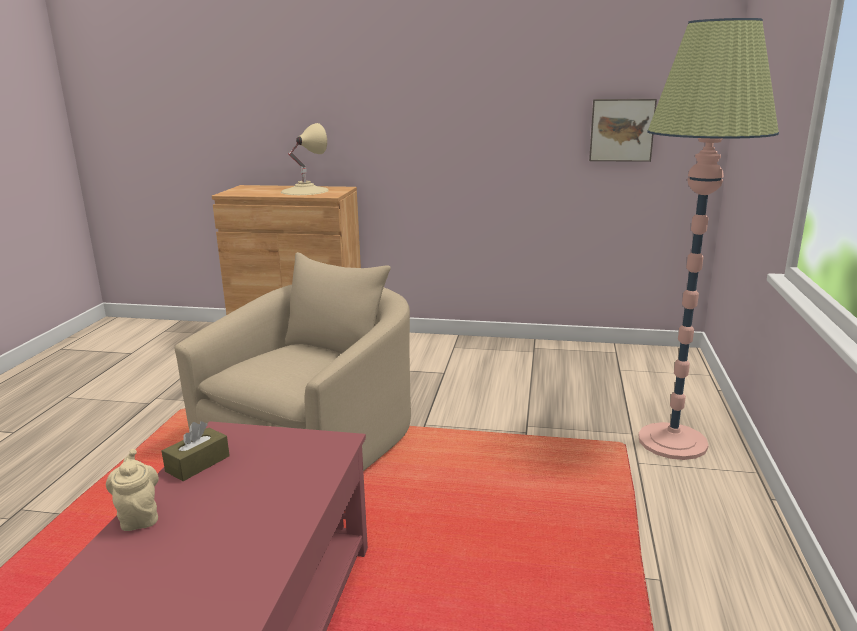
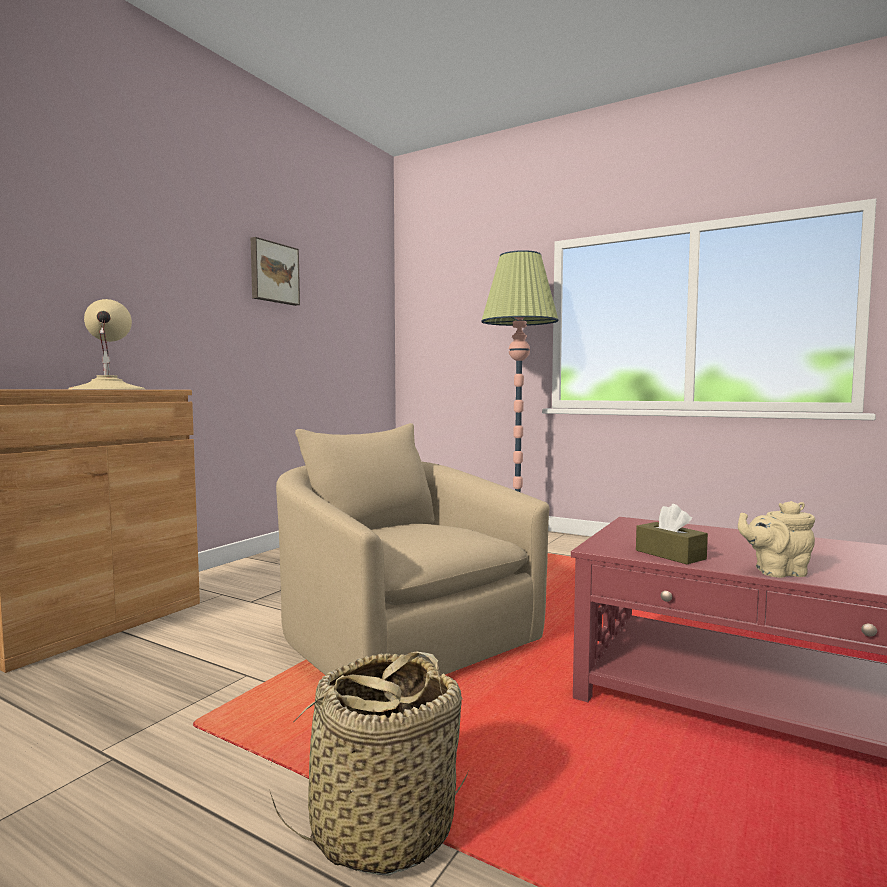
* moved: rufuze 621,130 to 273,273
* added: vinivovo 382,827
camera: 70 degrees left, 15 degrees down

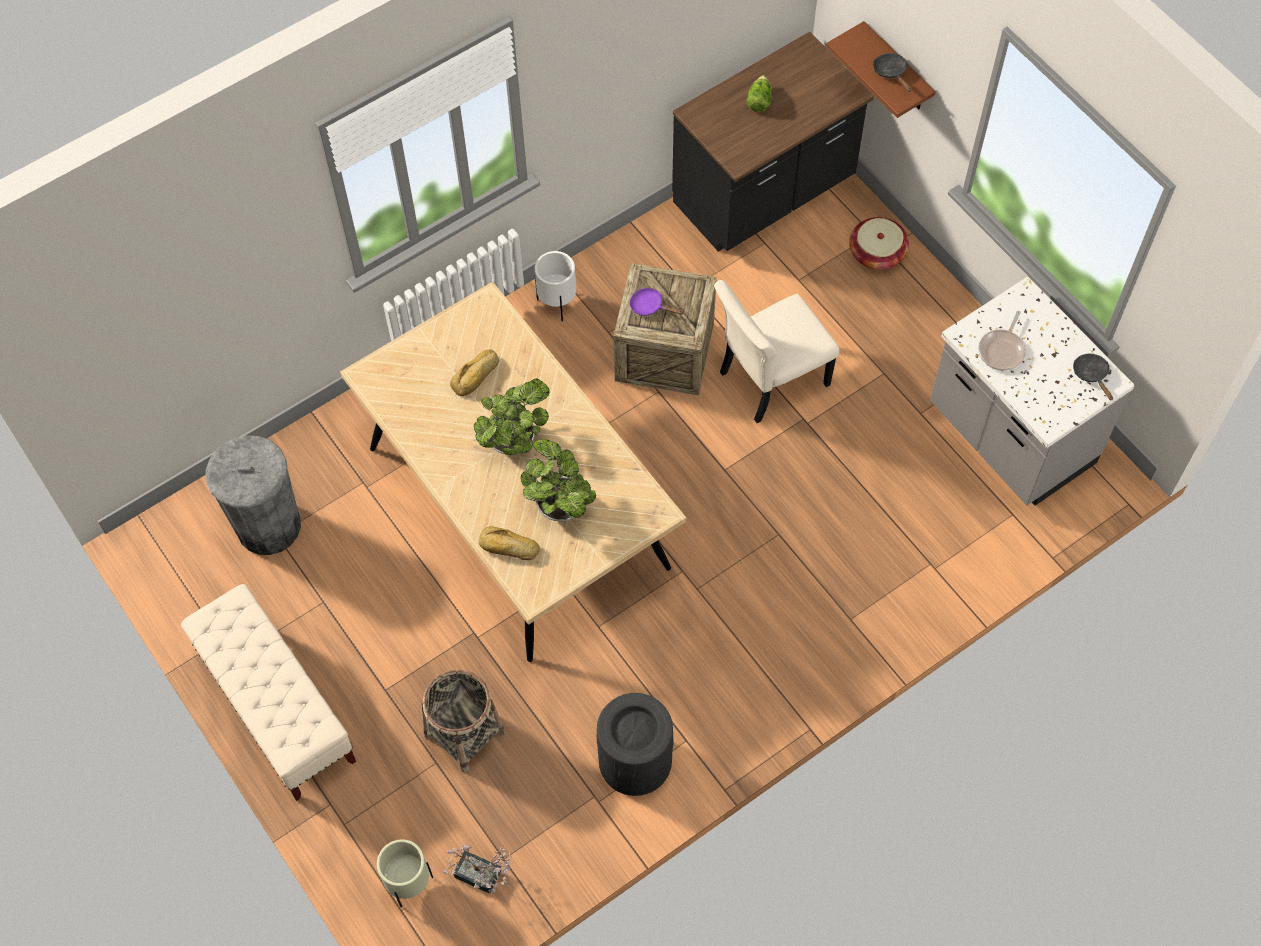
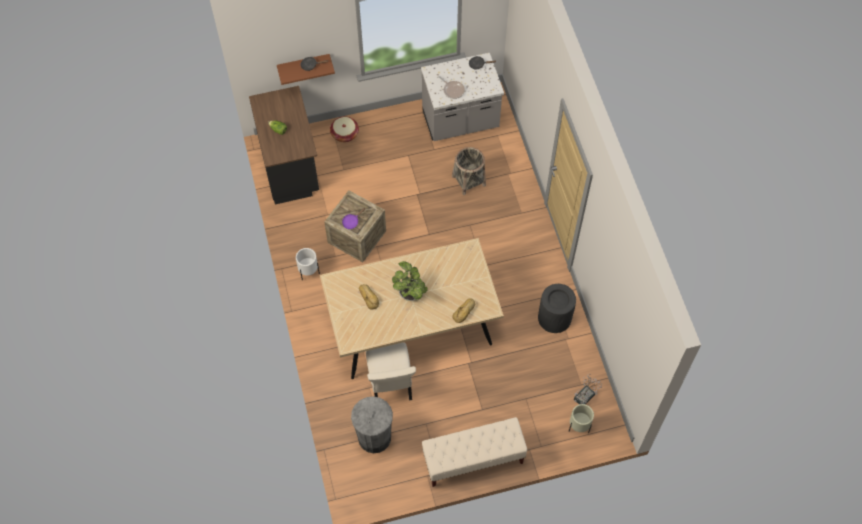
* moved: vinivovo 465,734 to 469,180
* removed: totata 559,504
* moved: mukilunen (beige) 770,380 to 390,384
camera: 70 degrees left, 0 degrees up

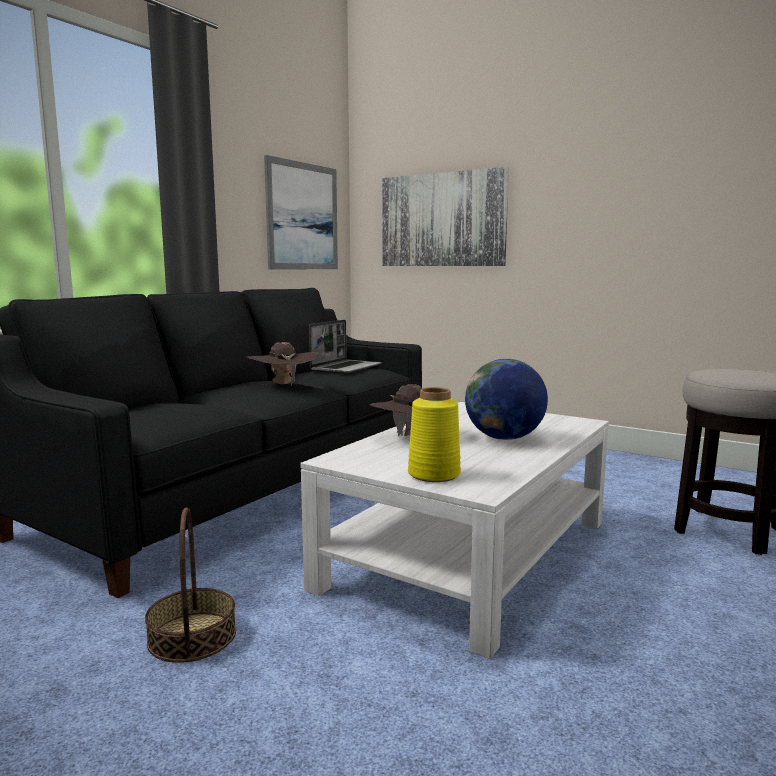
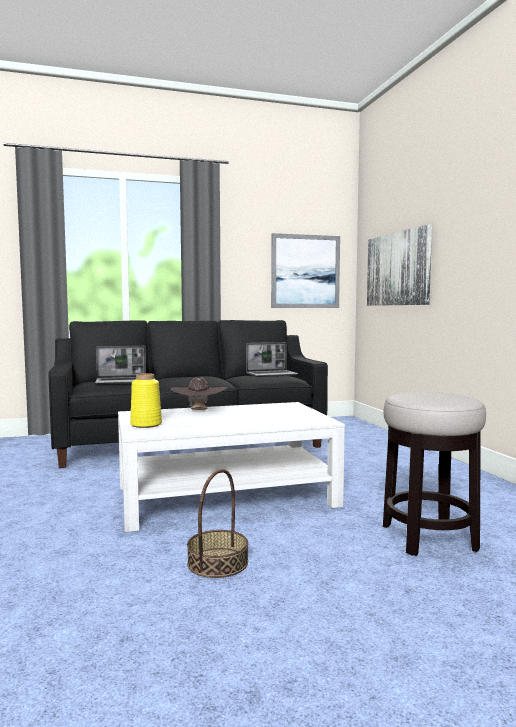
* moved: vinivovo 192,636 to 218,563
* removed: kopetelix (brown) 283,384
* removed: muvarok 504,438
* added: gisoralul 122,381
camera: 40 degrees right, 5 degrees down

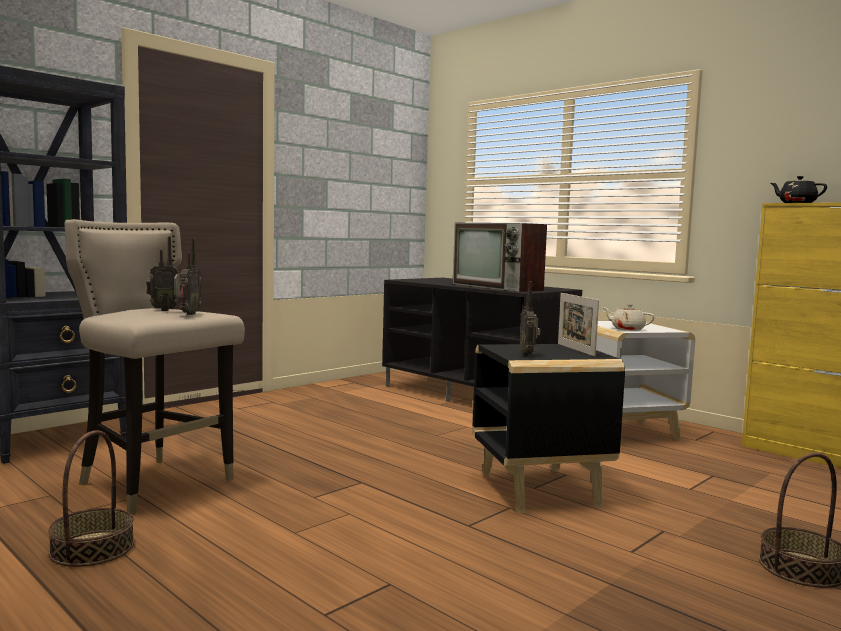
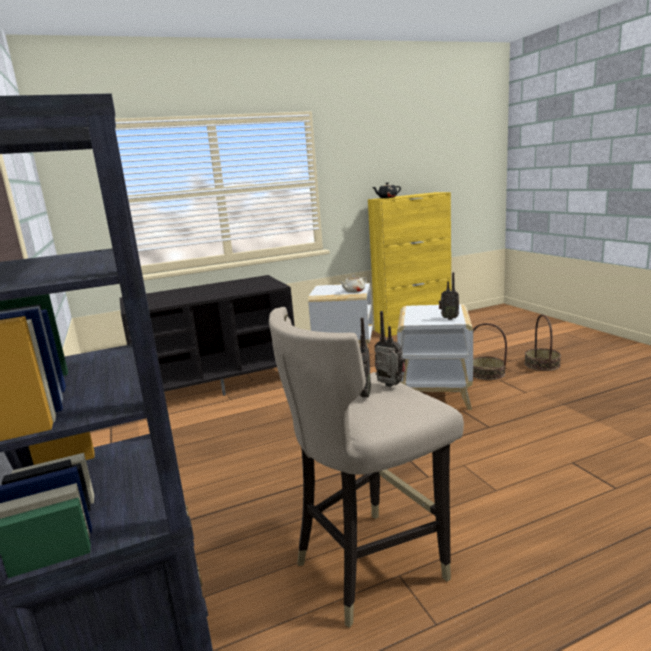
* moved: vinivovo 92,548 to 487,373
* removed: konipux 498,287
* recoloured: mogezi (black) 540,490 to mogezi (white) 436,397
* removed: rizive 575,349
camera: 65 degrees left, 10 degrees up

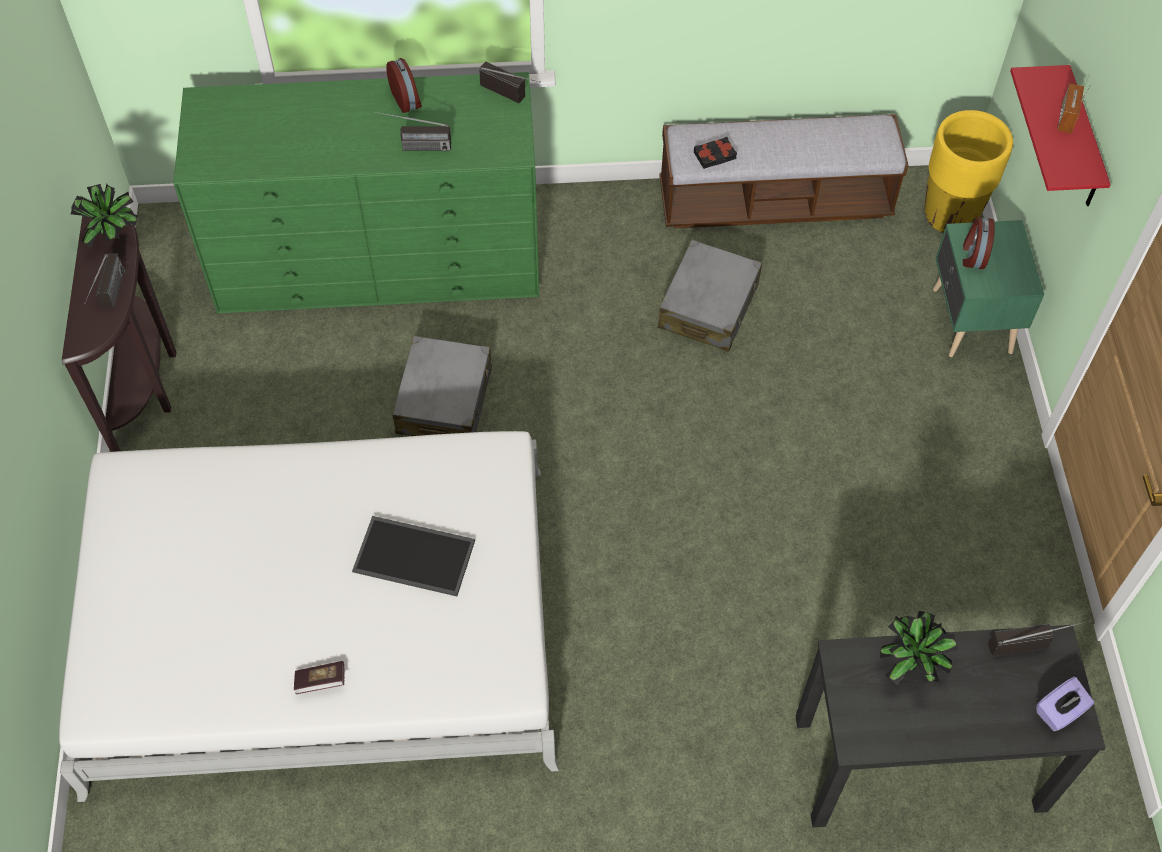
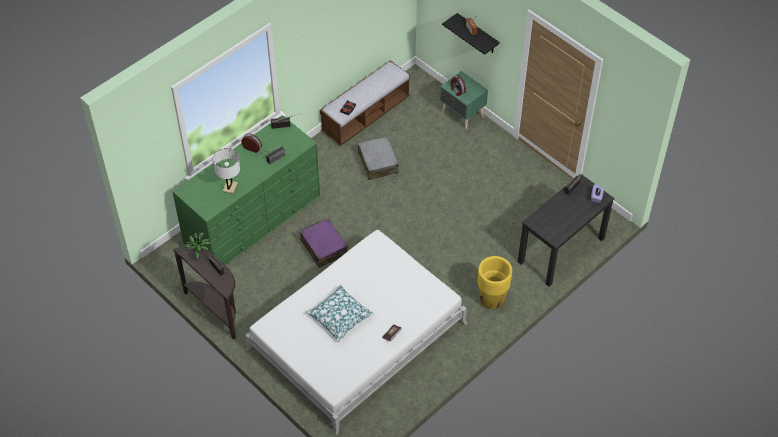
* removed: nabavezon 416,555
* recoloured: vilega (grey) 445,401 to vilega (purple) 324,247
* removed: totata 910,665
* moved: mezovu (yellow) 949,216 to 491,300
* recoloured: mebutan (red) 1082,142 to mebutan (black) 477,34
* added: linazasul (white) 230,187
* added: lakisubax 339,317
camera: 40 degrees left, 5 degrees down

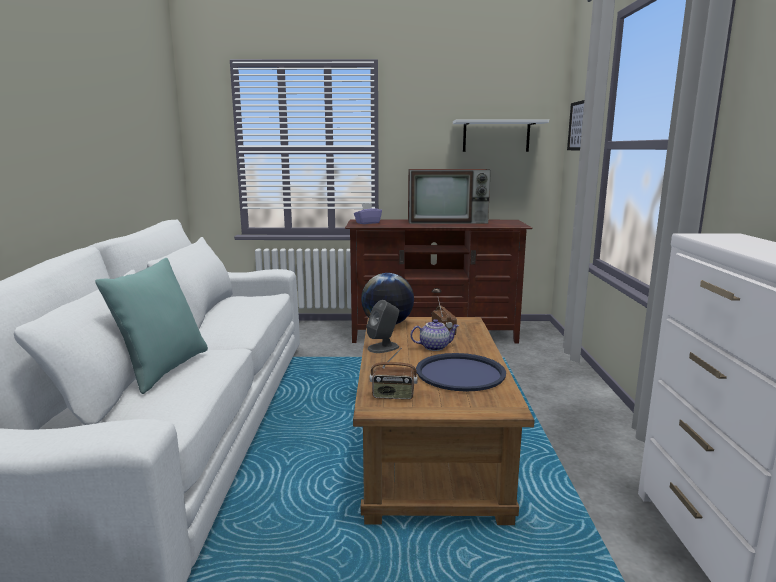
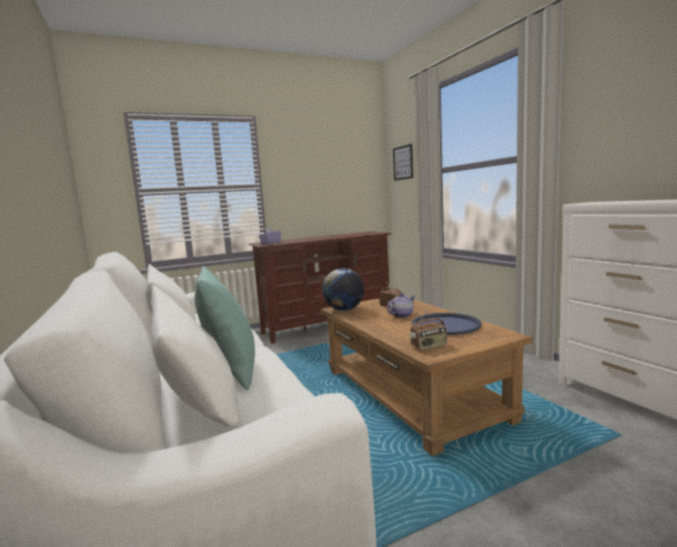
* removed: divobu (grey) 383,347
* removed: konipux 448,221
* removed: mebutan (white) 496,136
camera: 25 degrees left, 5 degrees down

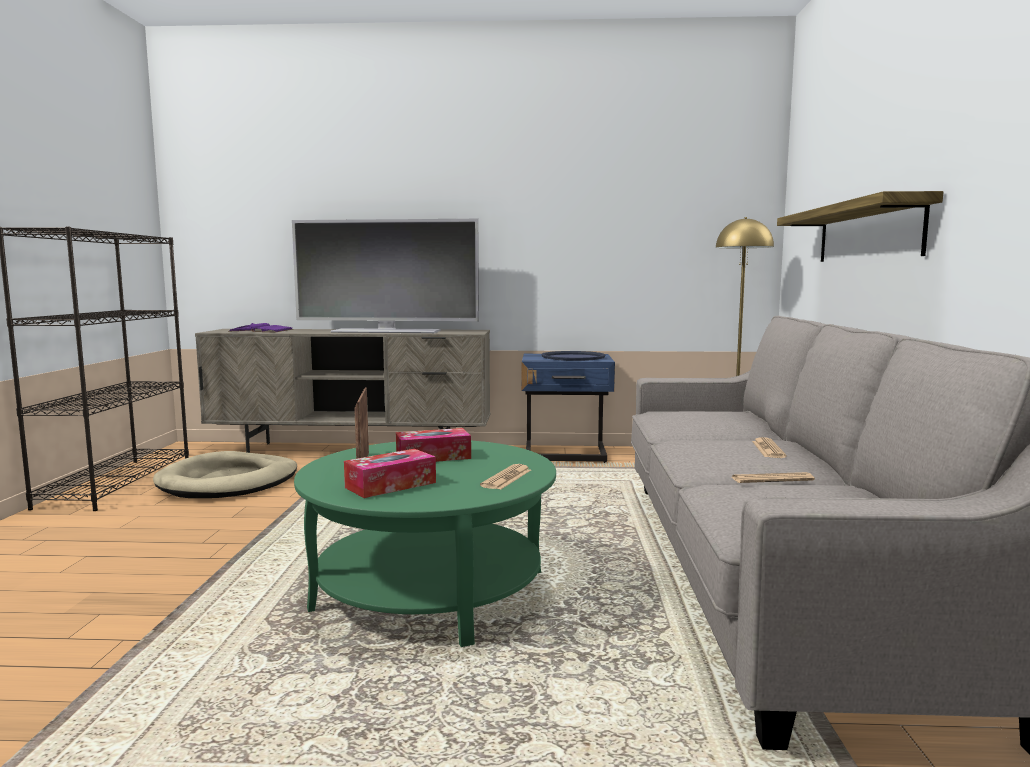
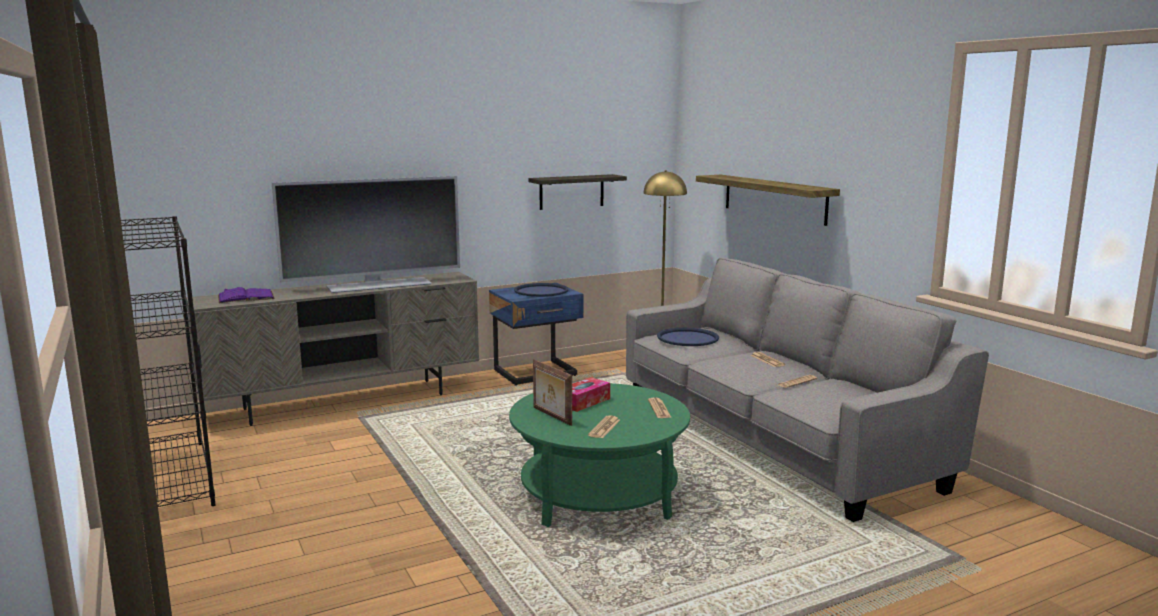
* removed: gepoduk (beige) 229,482
* replaced: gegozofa 391,485 to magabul 604,428
* added: mebutan 571,192
* added: nabavezon (blue) 687,338
camera: 30 degrees left, 5 degrees up

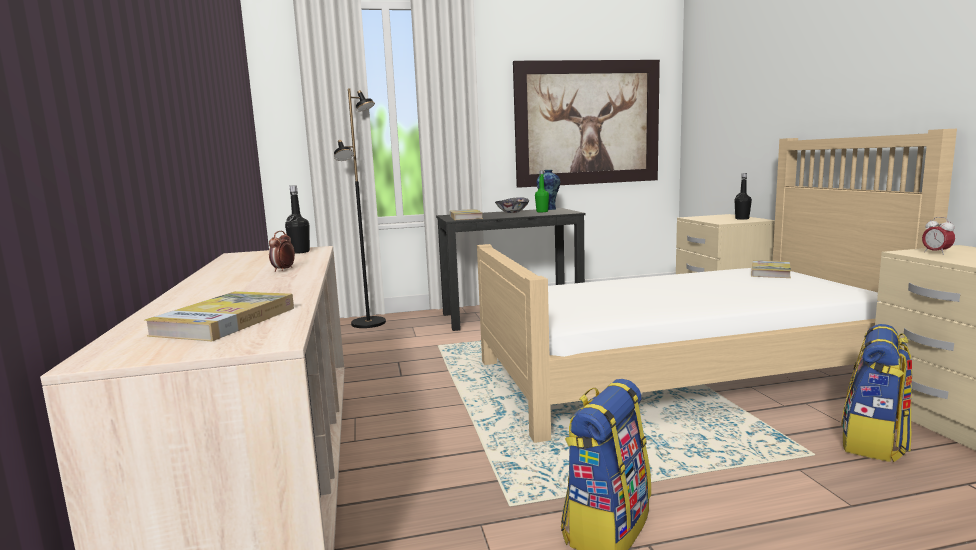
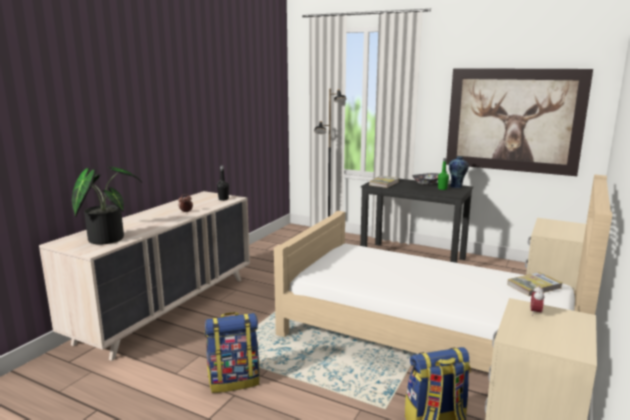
* replaced: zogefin 226,321 to totata 106,238
* removed: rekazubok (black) 742,219
camera: 40 degrees right, 5 degrees up

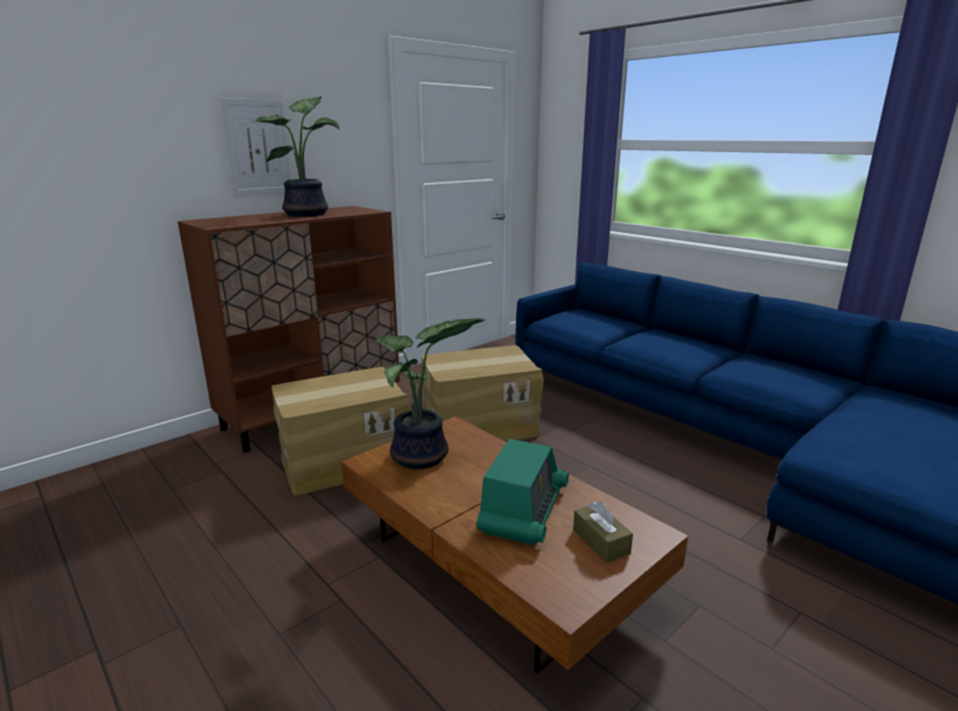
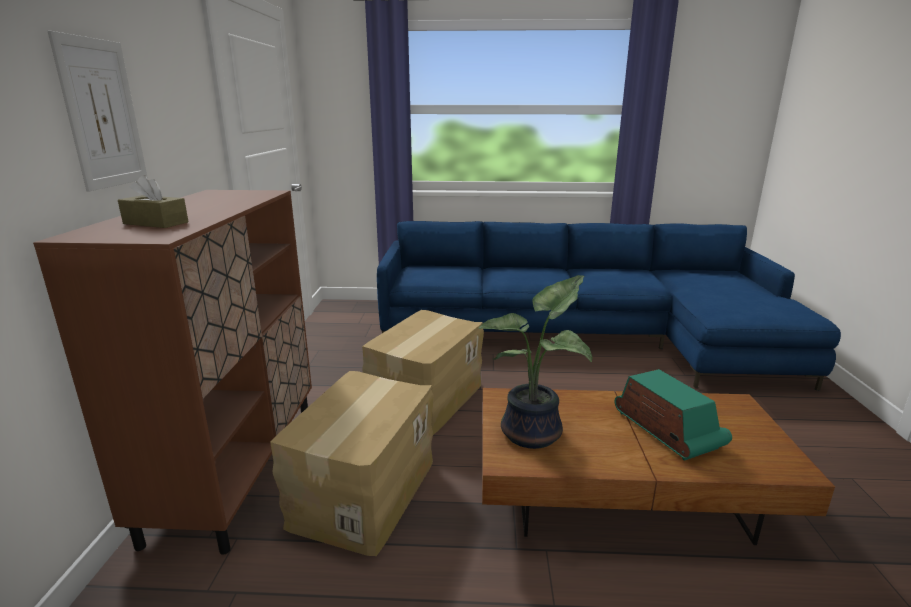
* removed: totata 309,214
* moved: gegozofa (brown) 601,542 to 156,223
camera: 45 degrees left, 0 degrees up

